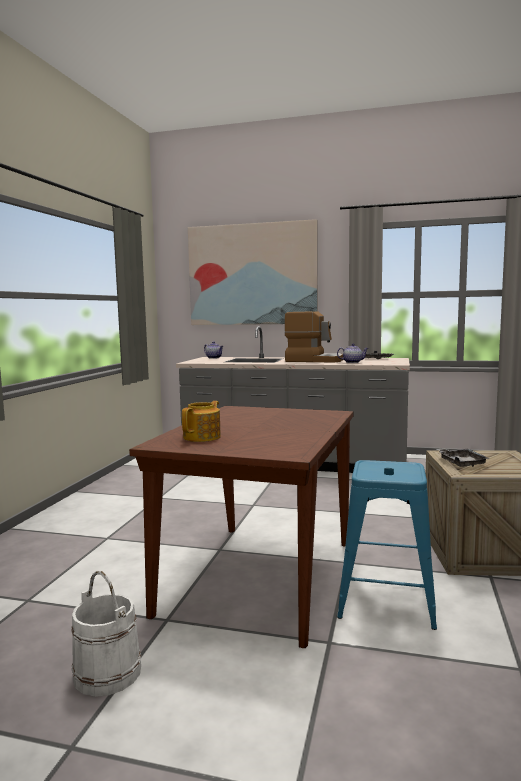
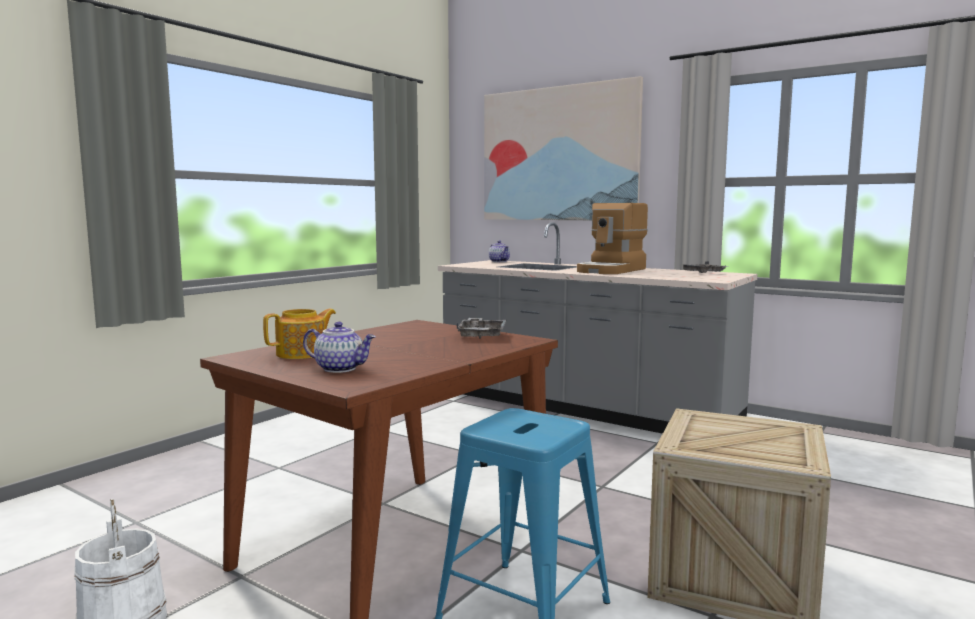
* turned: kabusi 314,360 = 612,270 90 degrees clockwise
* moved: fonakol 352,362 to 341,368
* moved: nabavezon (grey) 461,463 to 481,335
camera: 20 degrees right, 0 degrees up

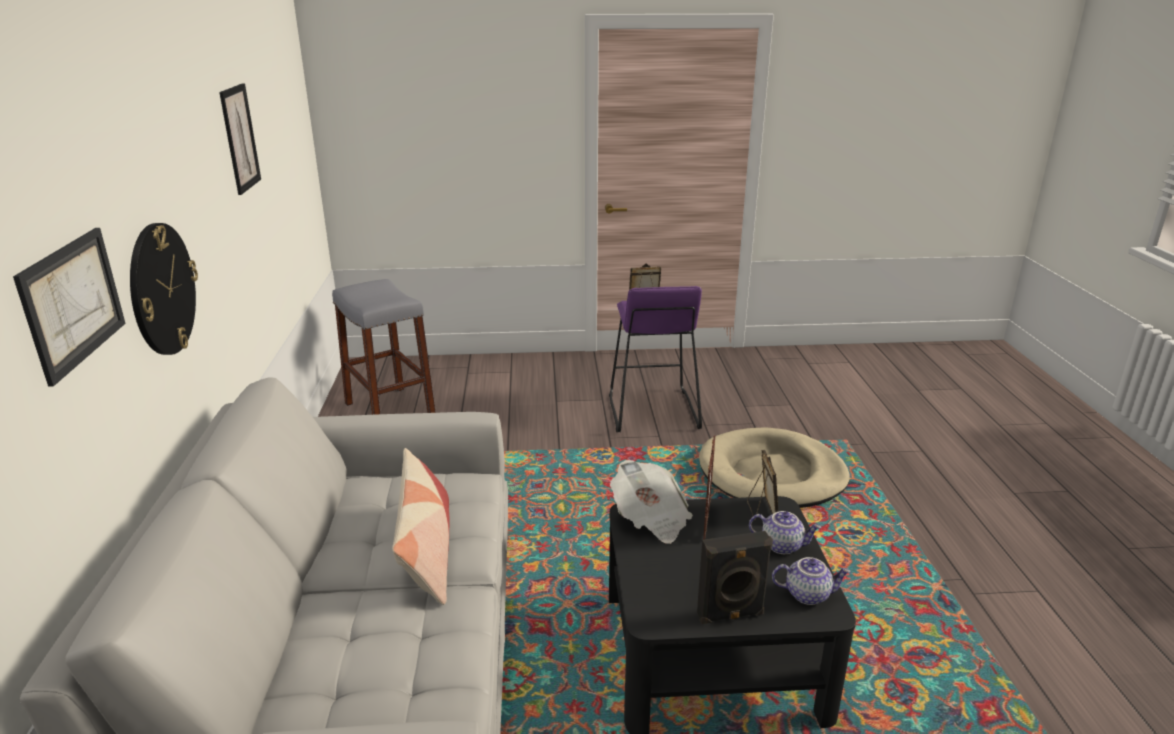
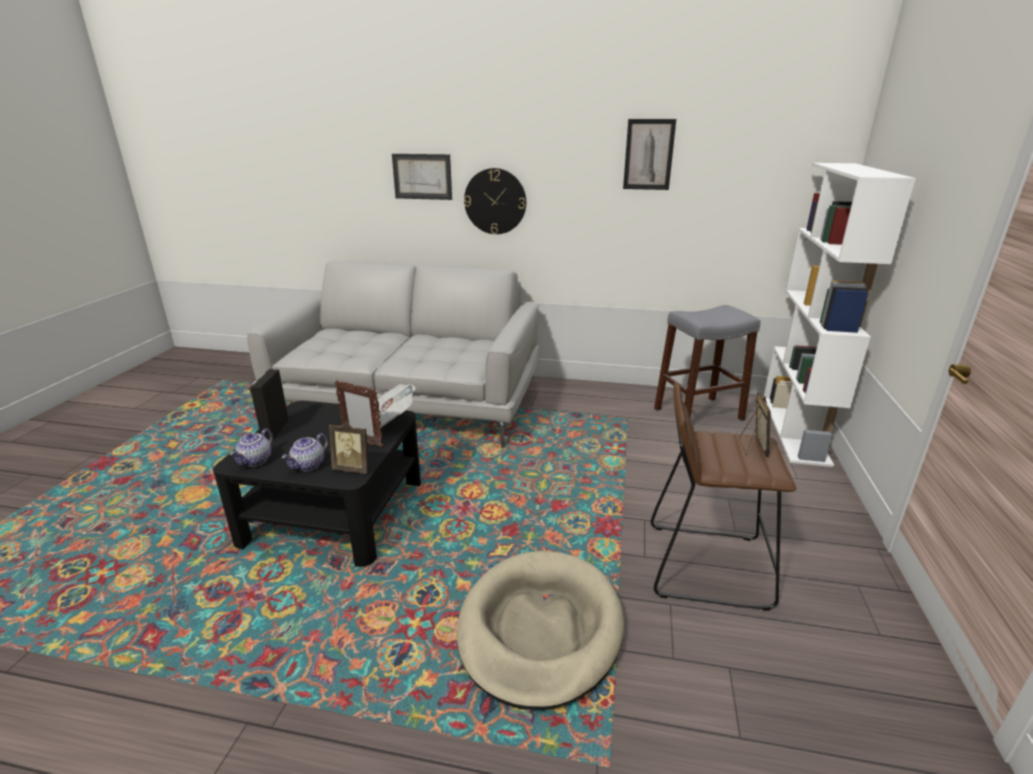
* removed: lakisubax 426,552
* recoloured: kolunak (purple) 652,411 to kolunak (brown) 706,564
* added: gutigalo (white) 795,429
camera: 105 degrees right, 0 degrees up

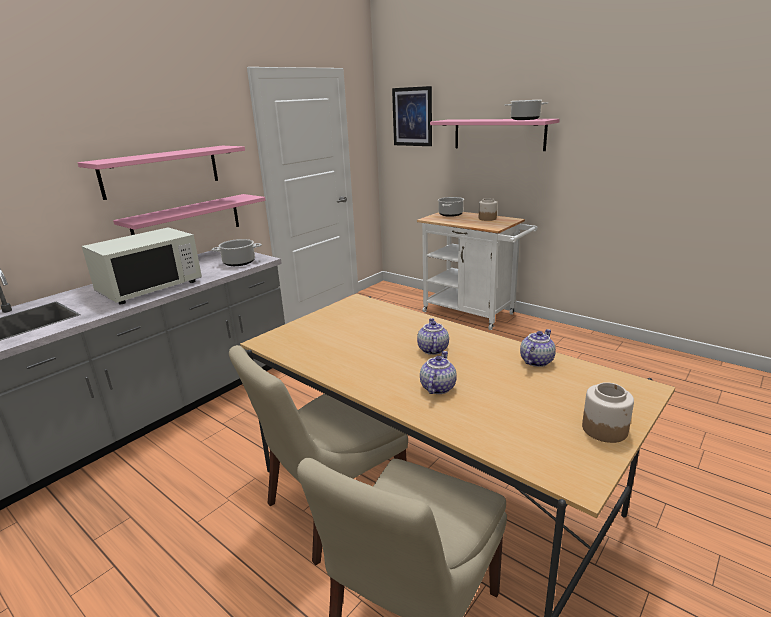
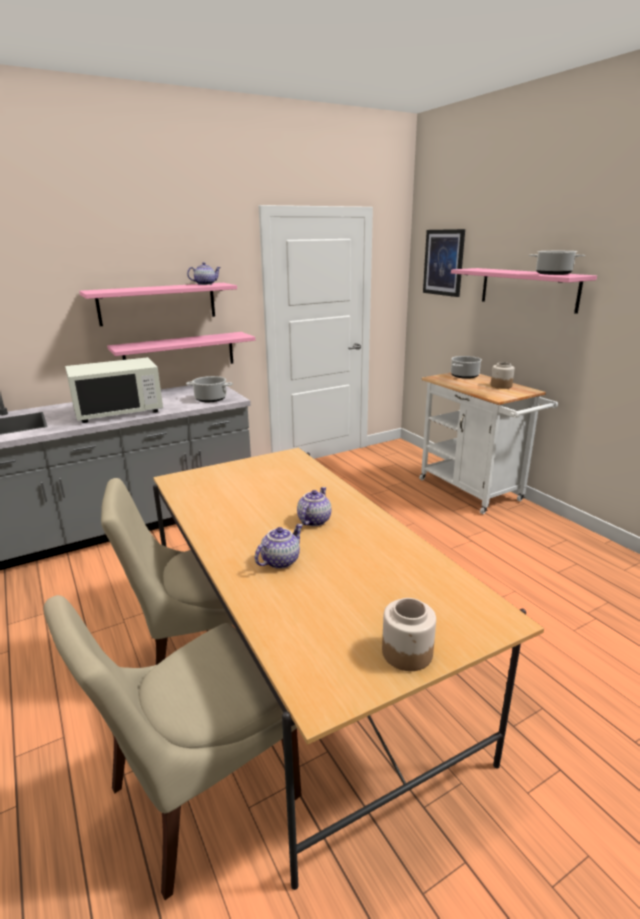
* moved: fonakol 536,361 to 205,284
camera: 20 degrees right, 0 degrees up

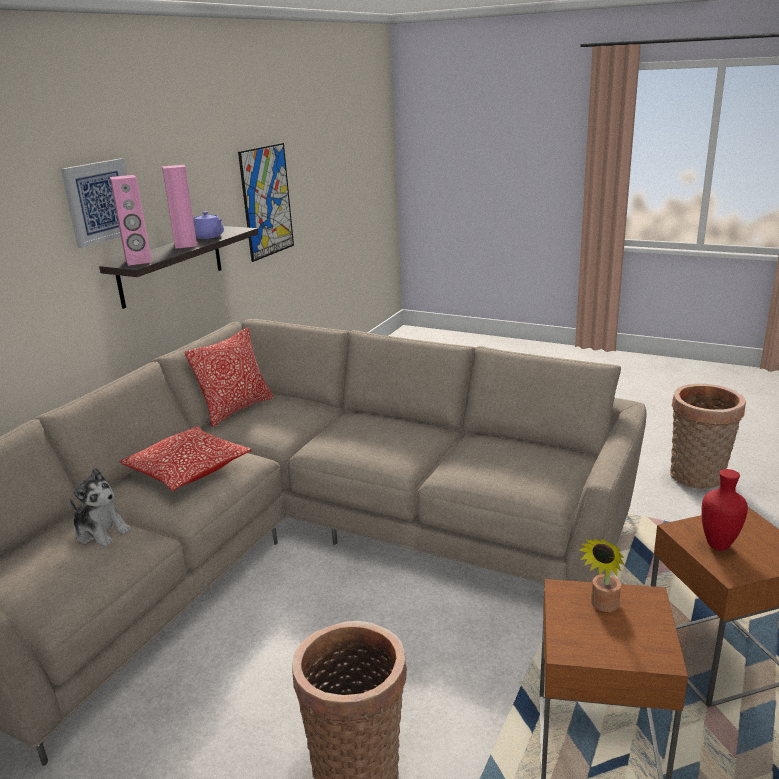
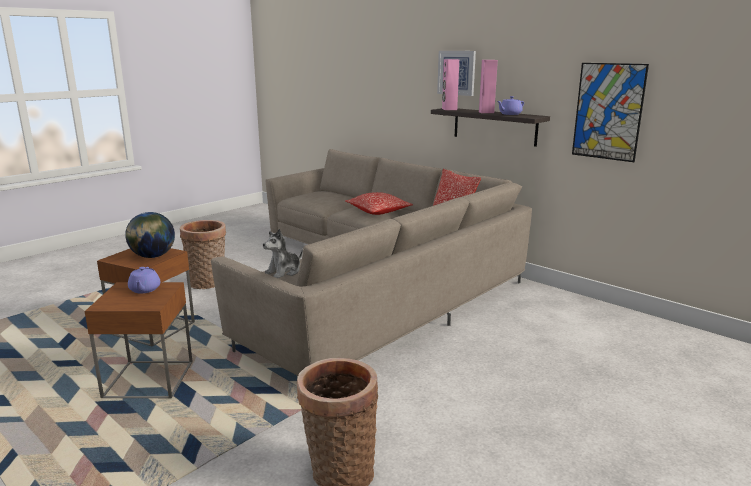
* moved: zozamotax 101,531 to 284,272
* replaced: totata 602,606 to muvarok 153,256
* replaced: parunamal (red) 716,545 to fonakol (purple) 144,290
camera: 105 degrees right, 5 degrees down

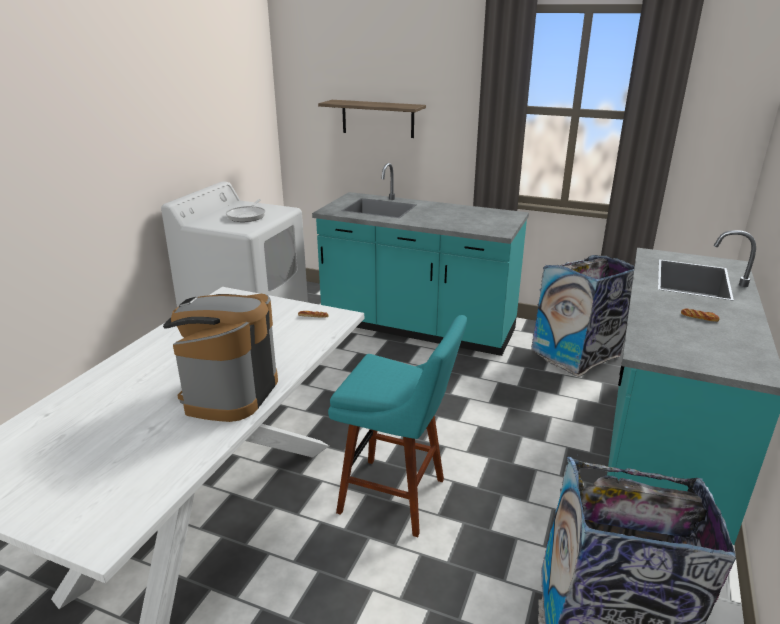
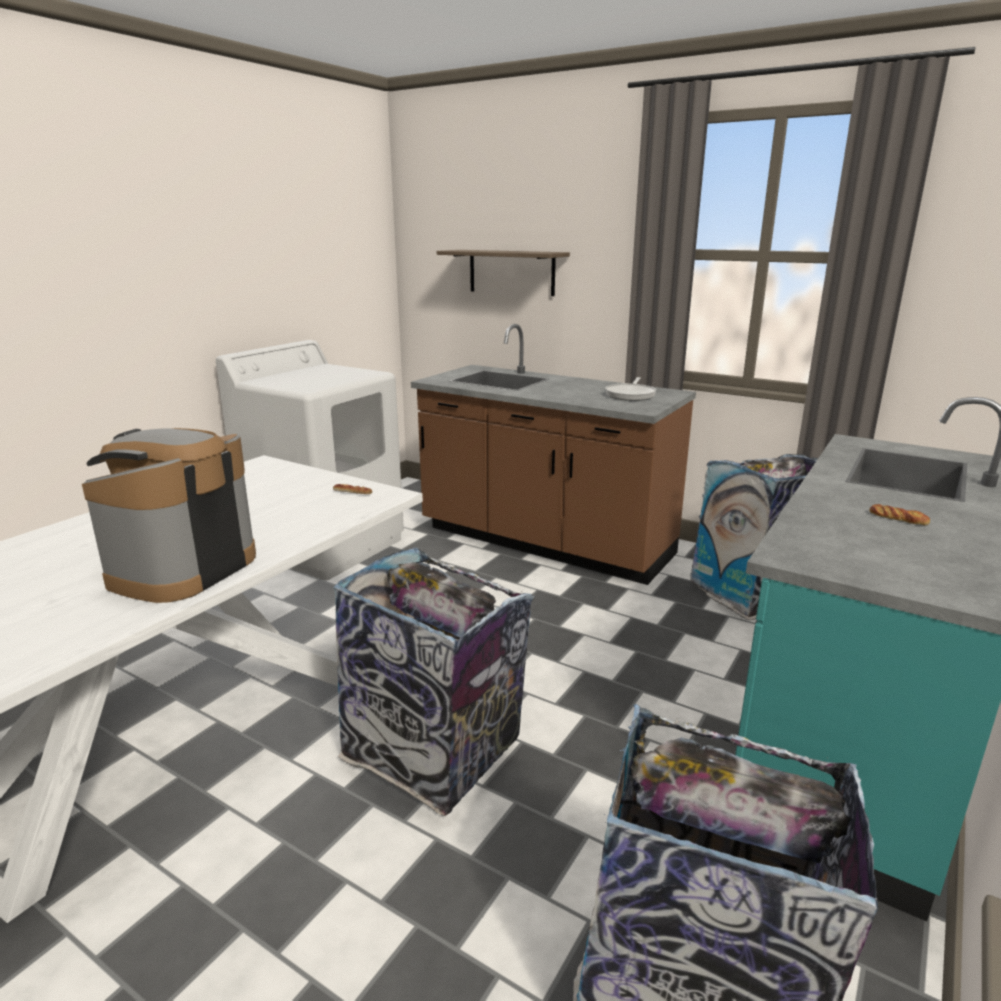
* moved: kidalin 247,216 to 631,395
* recoloured: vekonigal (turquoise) 418,328 to vekonigal (brown) 545,543
* replaced: kolunak (turquoise) 397,497 to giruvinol 435,754
camera: 10 degrees right, 5 degrees down

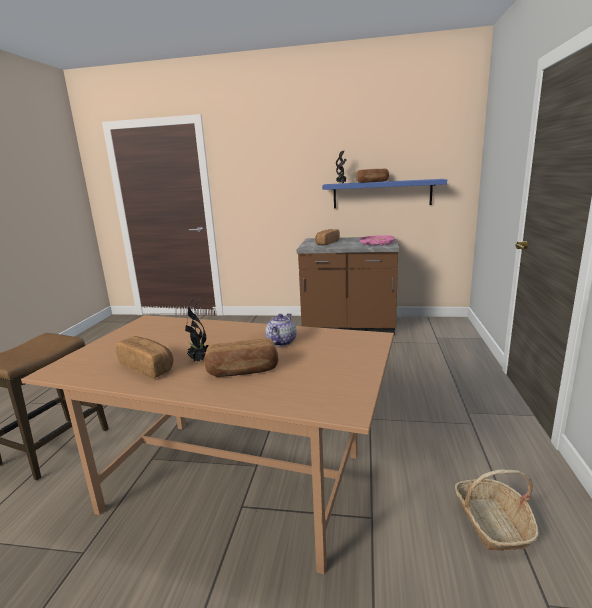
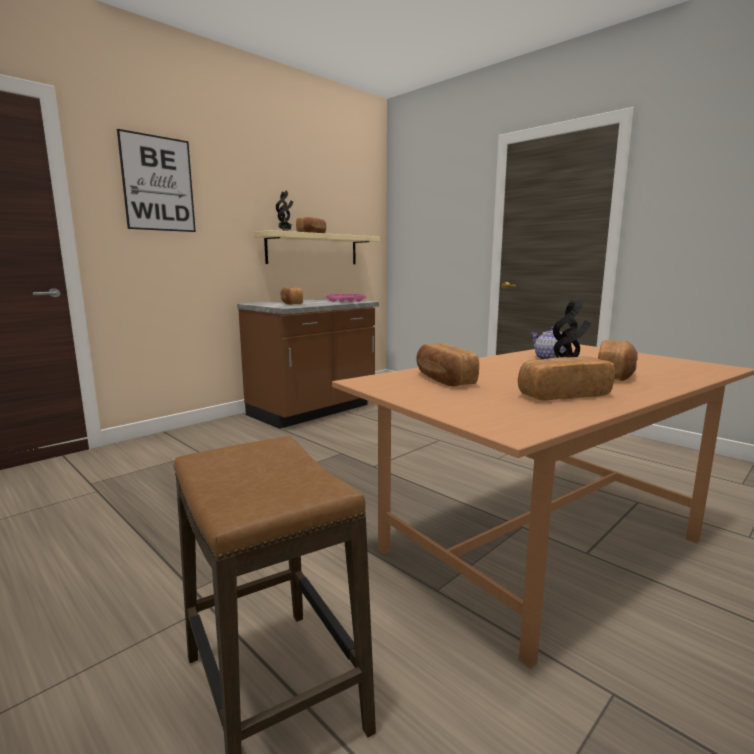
* recoloured: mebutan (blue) 382,194 to mebutan (beige) 313,249
* removed: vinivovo 492,523
* added: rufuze 158,184
* added: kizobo 443,379
camera: 55 degrees left, 5 degrees down

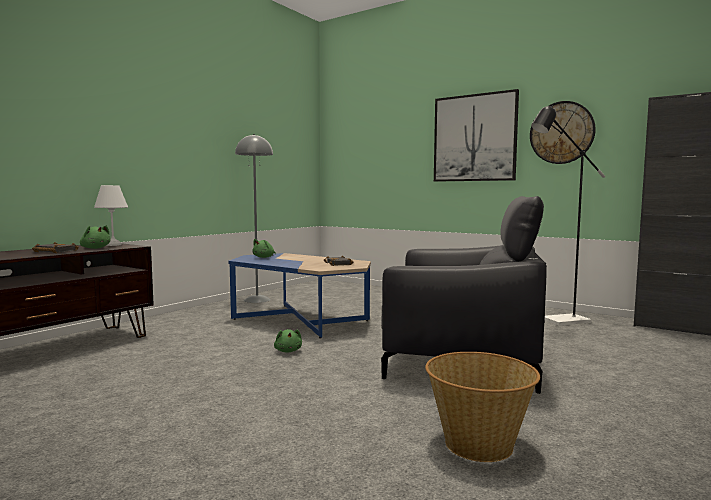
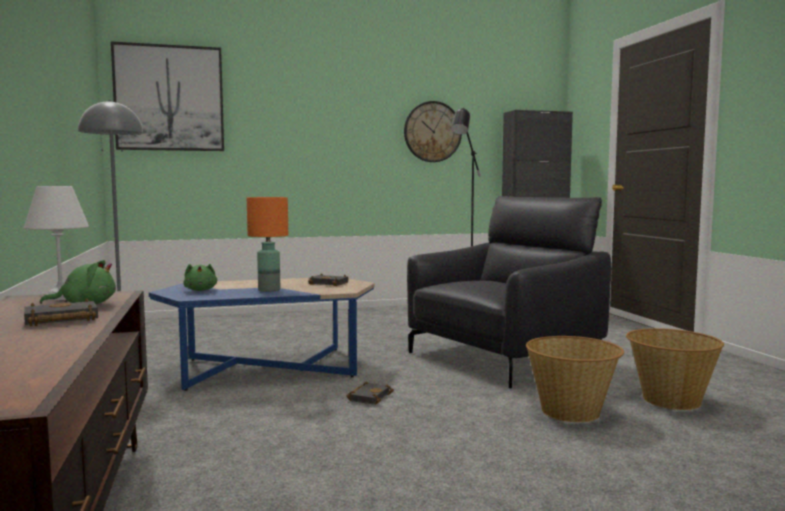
* replaced: zozamotax (green) 288,351 to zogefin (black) 369,397
* moved: rufuze 474,138 to 169,98
* added: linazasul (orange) 269,290
* added: vinivovo 571,411
camera: 50 degrees left, 0 degrees up

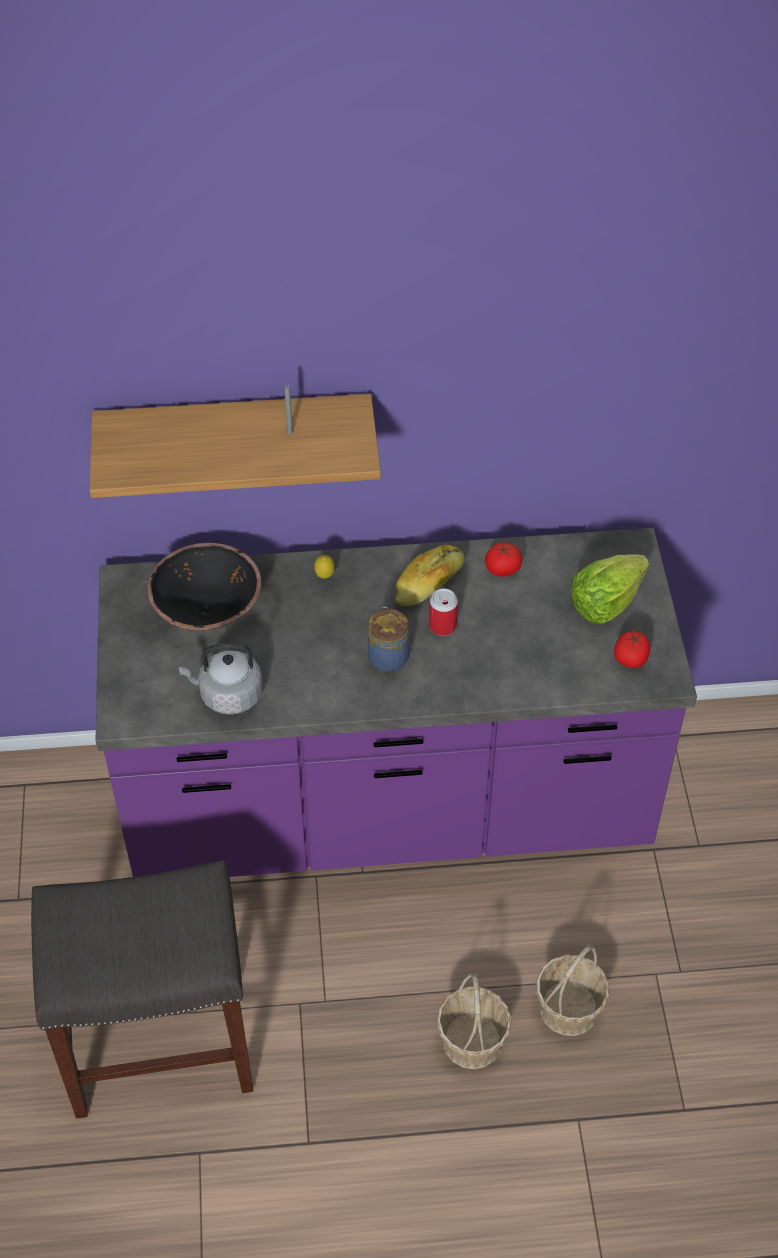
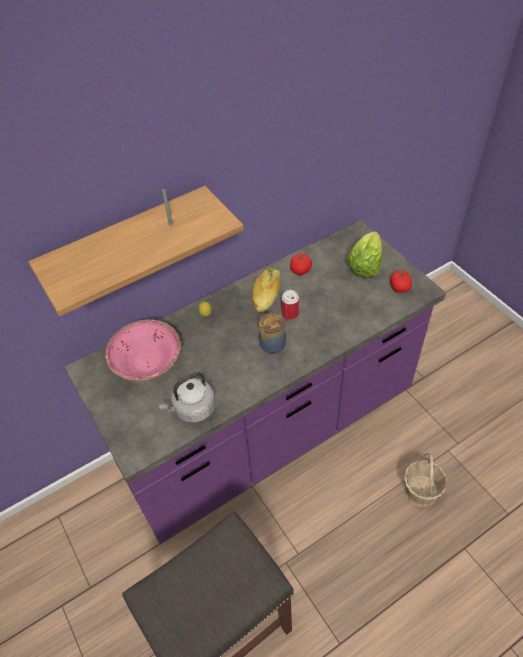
* recoloured: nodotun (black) 208,607 to nodotun (pink) 147,362
* removed: vinivovo 472,1040
camera: 25 degrees left, 0 degrees up

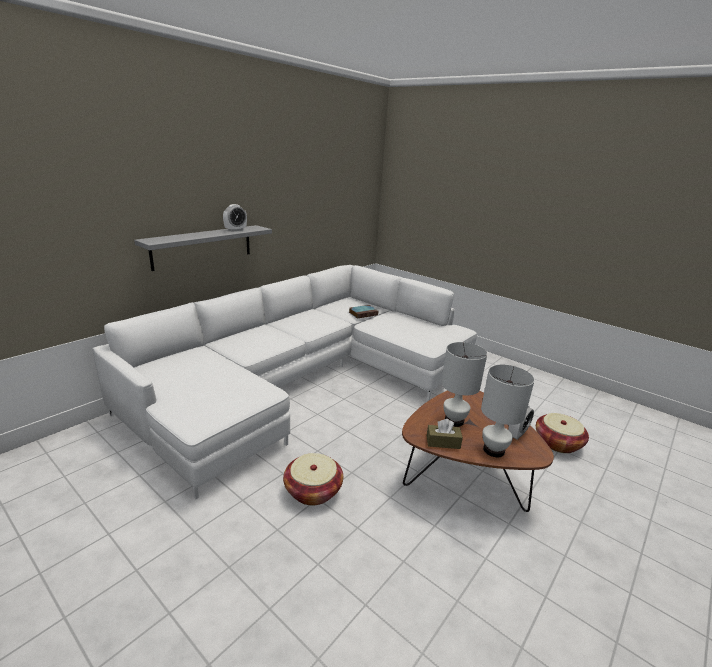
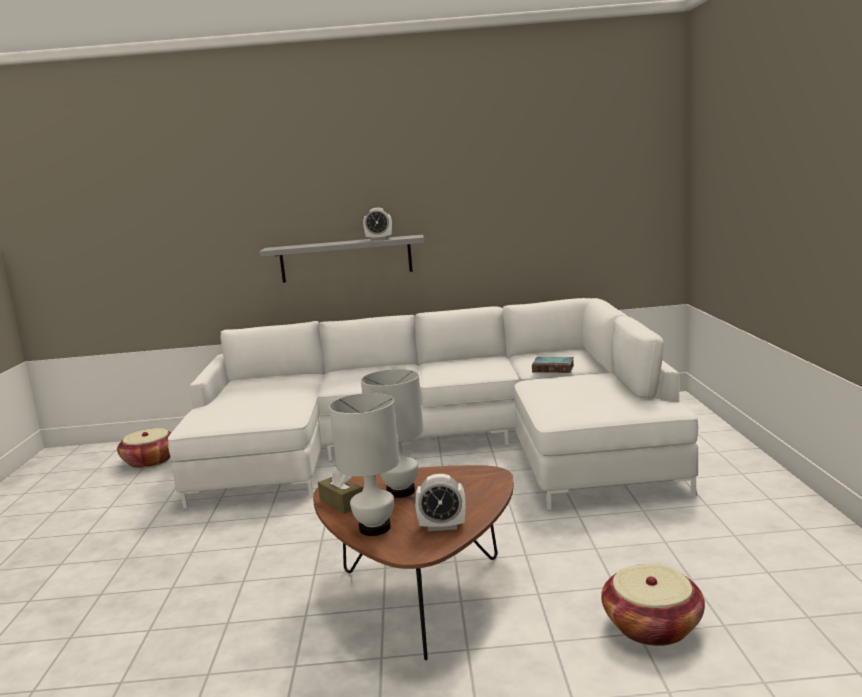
* moved: vinivovo 313,490 to 150,461
camera: 50 degrees right, 10 degrees down

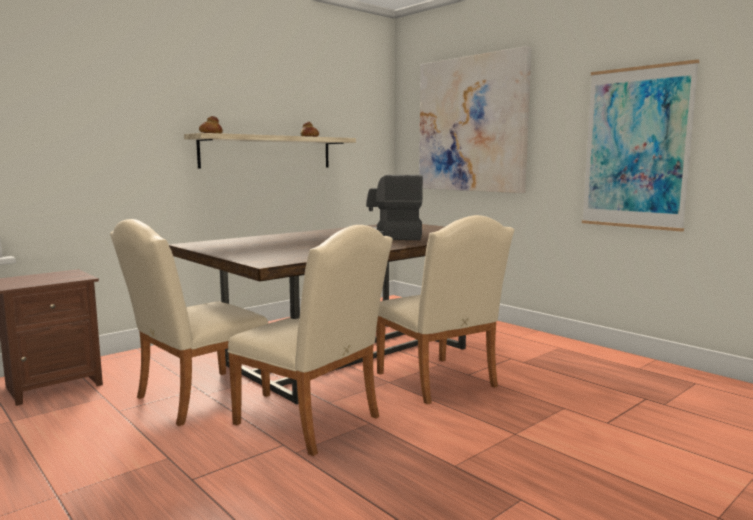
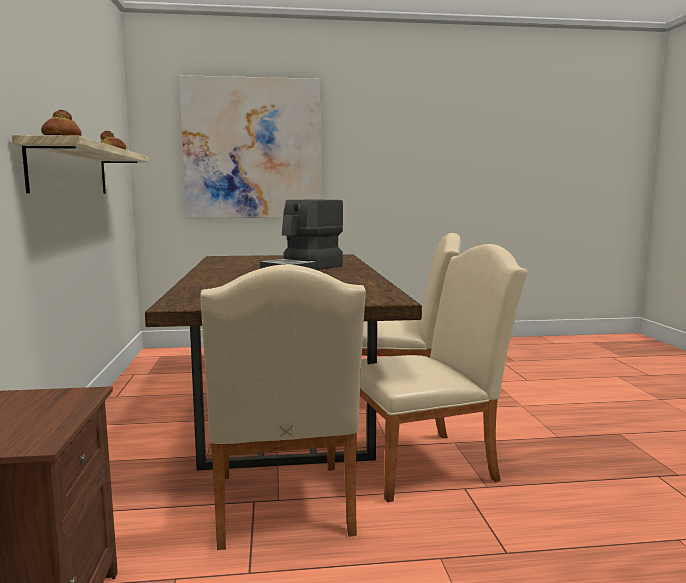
* removed: rufuze 636,148
camera: 55 degrees left, 0 degrees up

